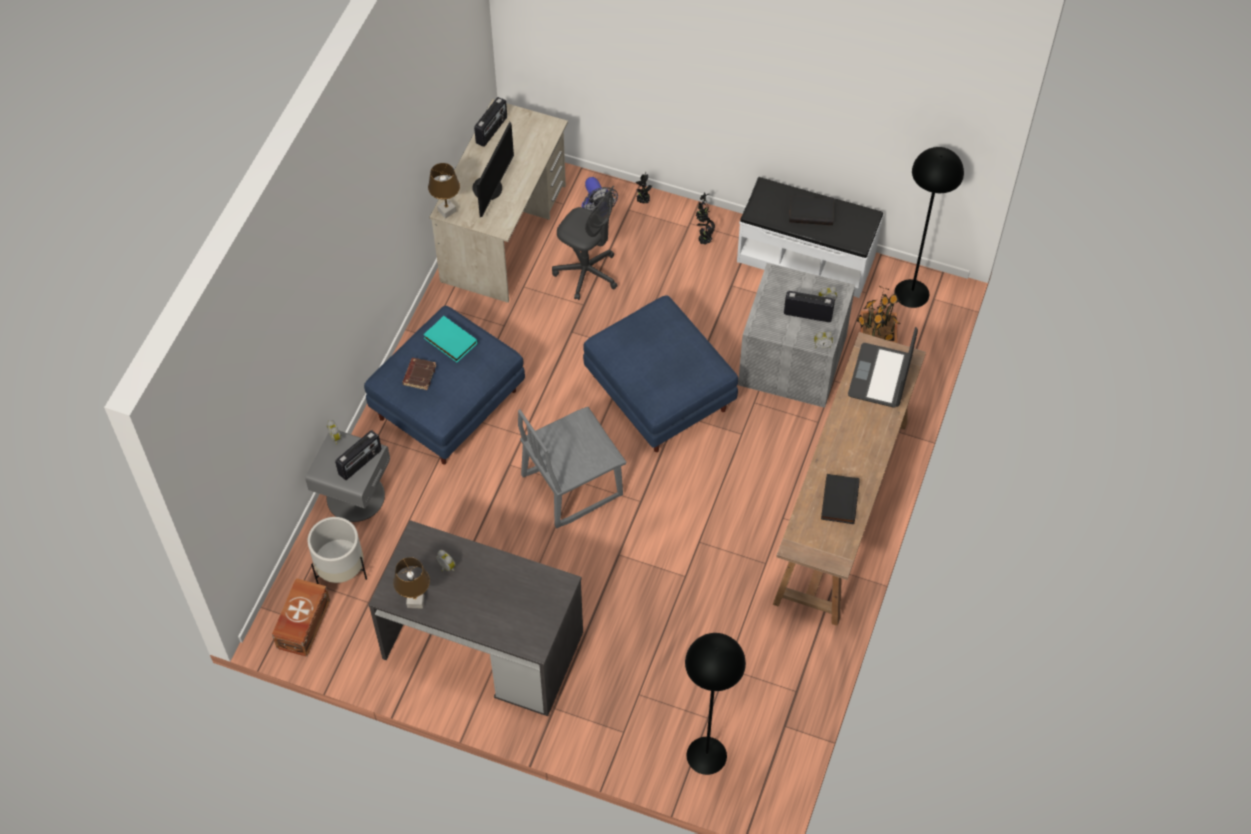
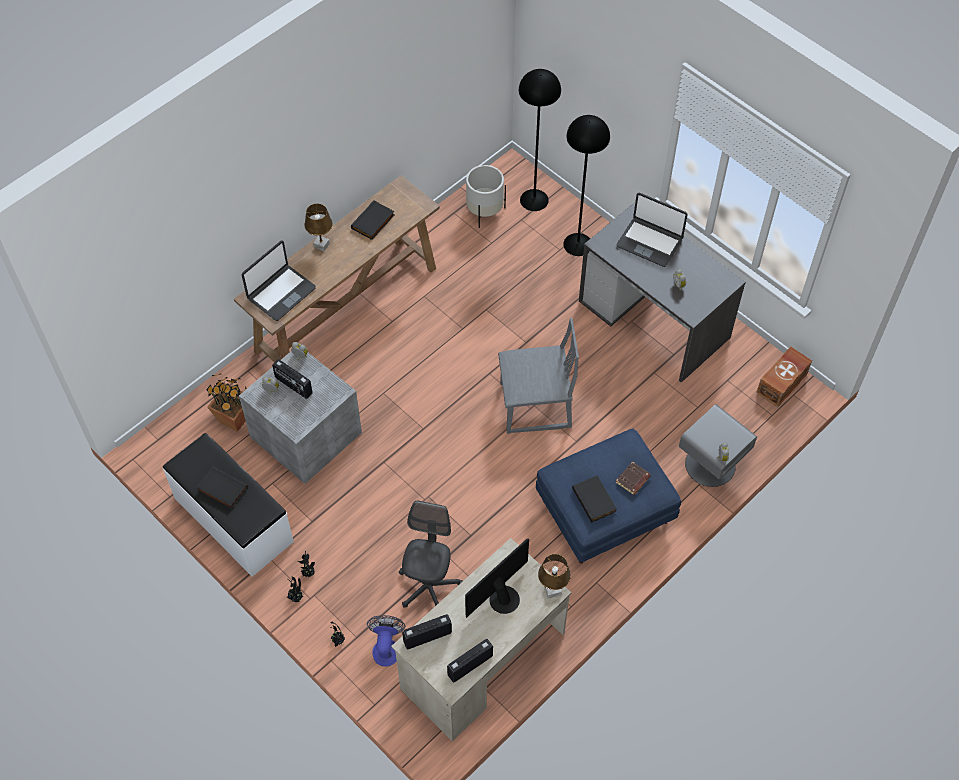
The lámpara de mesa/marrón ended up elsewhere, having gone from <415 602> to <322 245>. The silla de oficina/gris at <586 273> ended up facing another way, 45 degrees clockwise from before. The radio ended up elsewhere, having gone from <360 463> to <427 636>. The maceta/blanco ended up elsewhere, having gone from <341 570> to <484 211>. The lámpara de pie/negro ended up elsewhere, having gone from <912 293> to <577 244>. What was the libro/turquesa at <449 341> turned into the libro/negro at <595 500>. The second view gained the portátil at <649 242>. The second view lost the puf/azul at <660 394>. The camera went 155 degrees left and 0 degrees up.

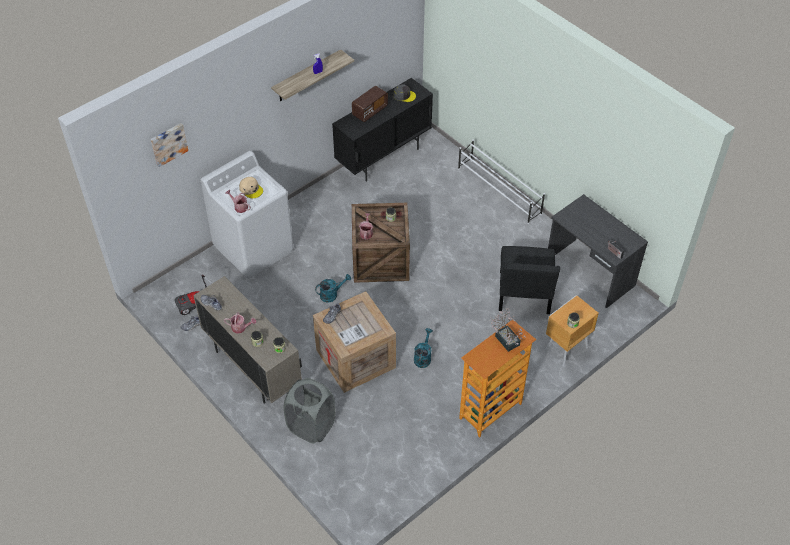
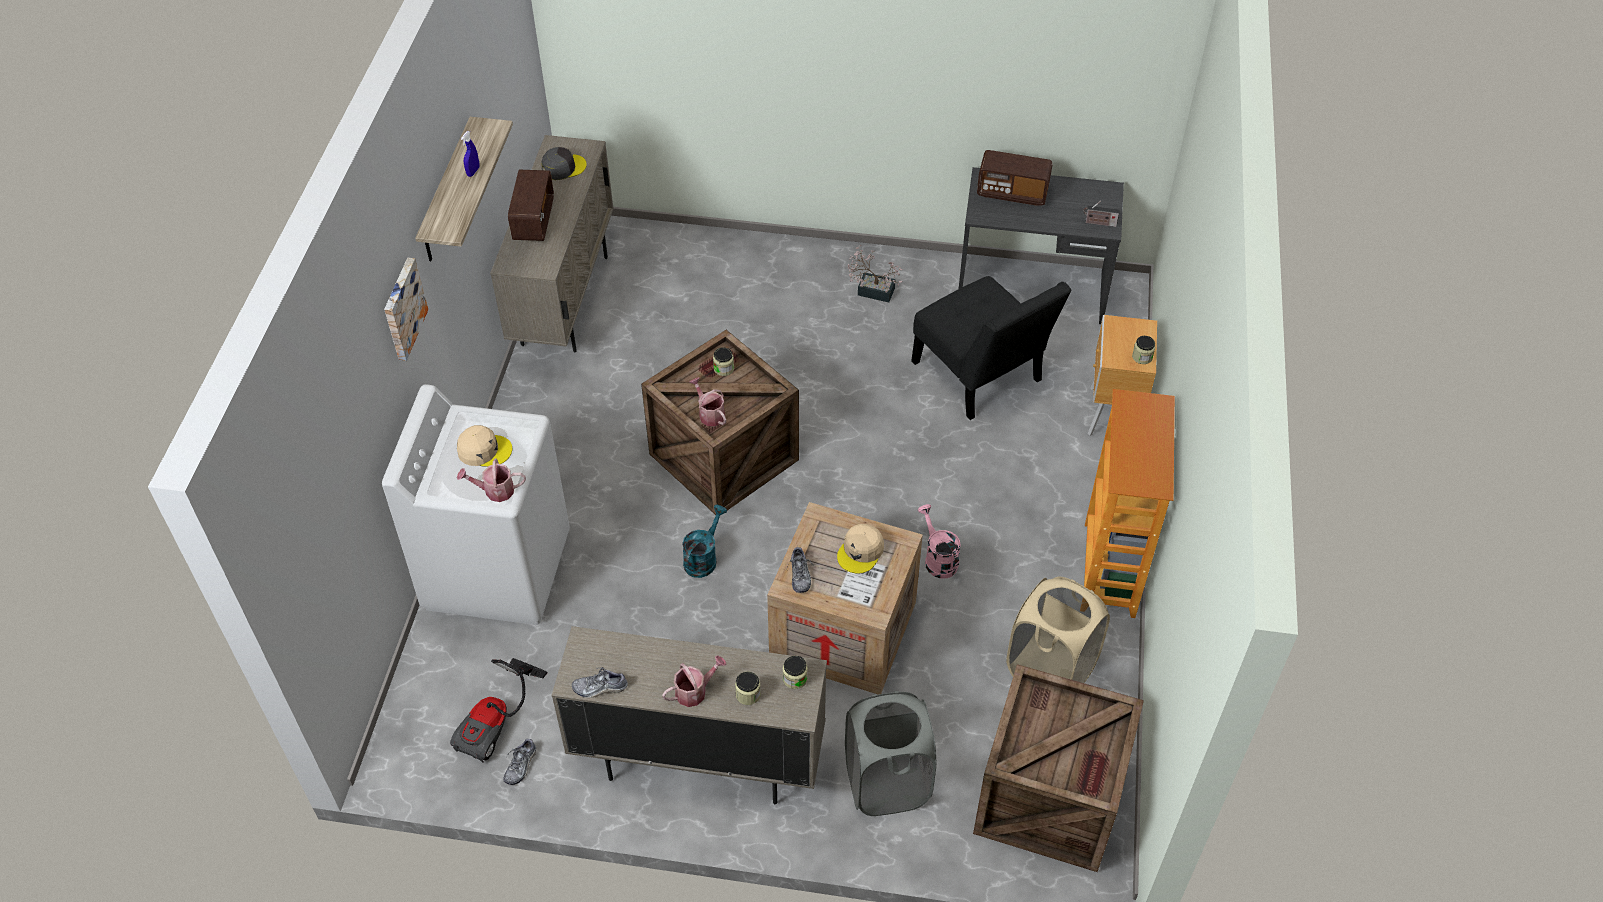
The cuadro ended up elsewhere, having gone from <168 144> to <402 308>. What was the armario/negro at <383 157> turned into the armario/beis at <565 300>. The second view gained the gorra/beis at <861 552>. The planta en maceta ended up elsewhere, having gone from <505 338> to <872 290>. What was the regadera/turquesa at <423 357> turned into the regadera/rosa at <937 559>. The second view gained the caja de embalaje at <1051 800>. The second view gained the radio at <1012 192>. The second view gained the cesto de la ropa/beis at <1050 670>. The second view lost the zapatero/blanco at <499 191>. The camera went 40 degrees left and 0 degrees up.

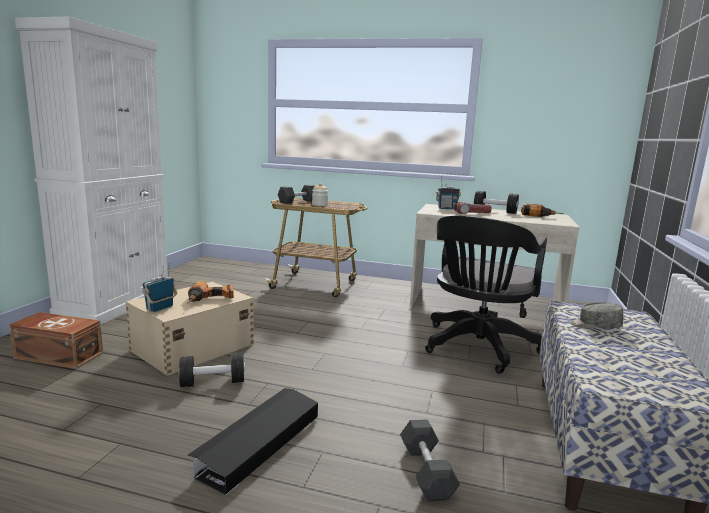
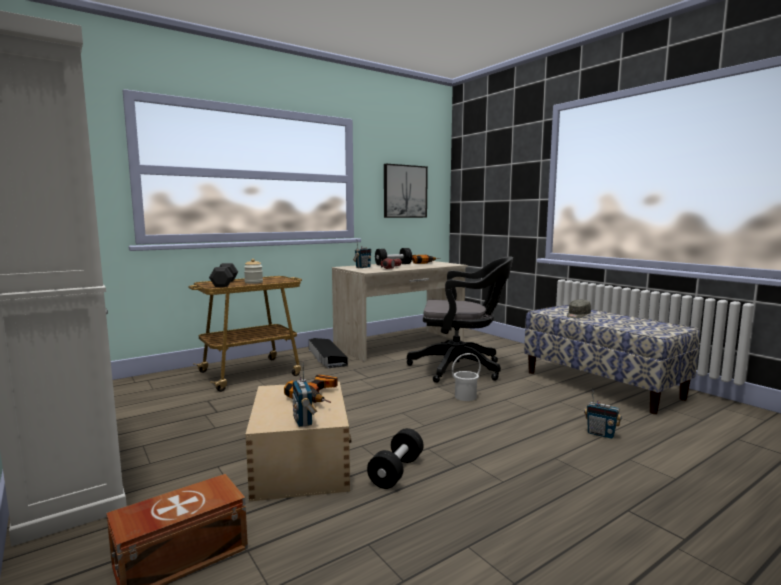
The caja de almacenaje/negro ended up elsewhere, having gone from <258 443> to <327 357>. The second view gained the cuadro at <405 191>. The silla de oficina/negro at <477 348> ended up facing another way, 60 degrees counterclockwise from before. The second view gained the cubo/blanco at <465 397>. Where the mancuerna/gris stood at <426 471>, the radio came to stand at <601 434>. The camera went 50 degrees left and 5 degrees down.

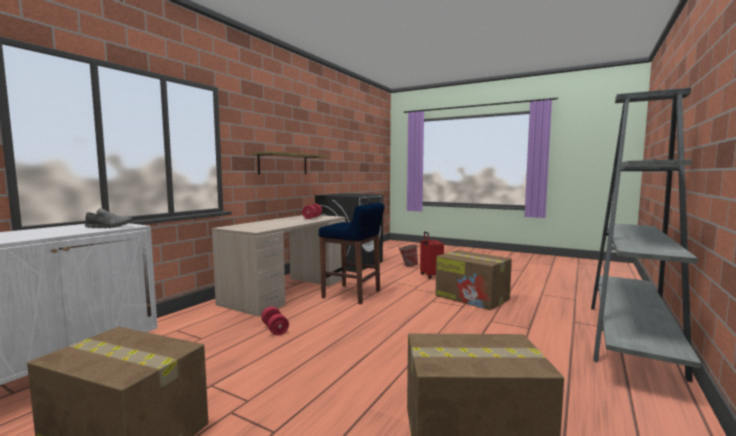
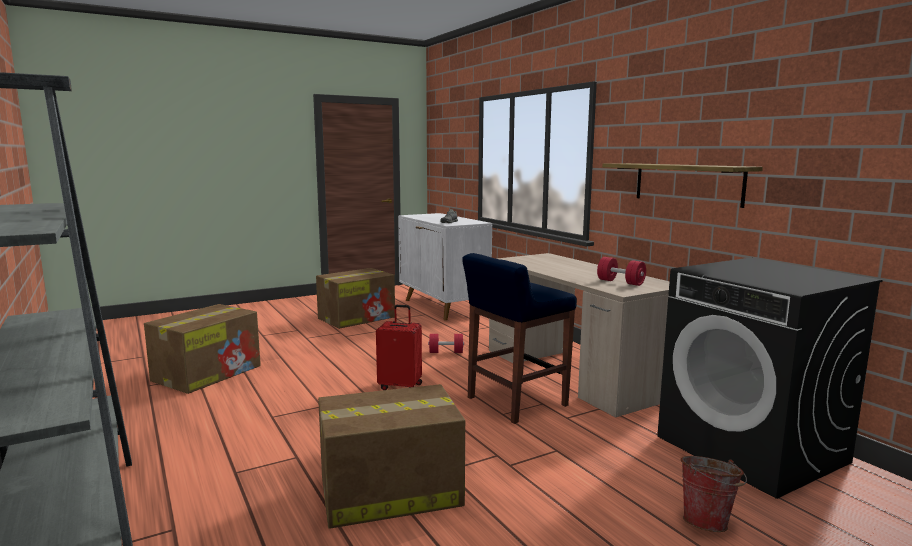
The maleta/rojo ended up elsewhere, having gone from <430 276> to <401 386>. The camera went 120 degrees right and 5 degrees up.

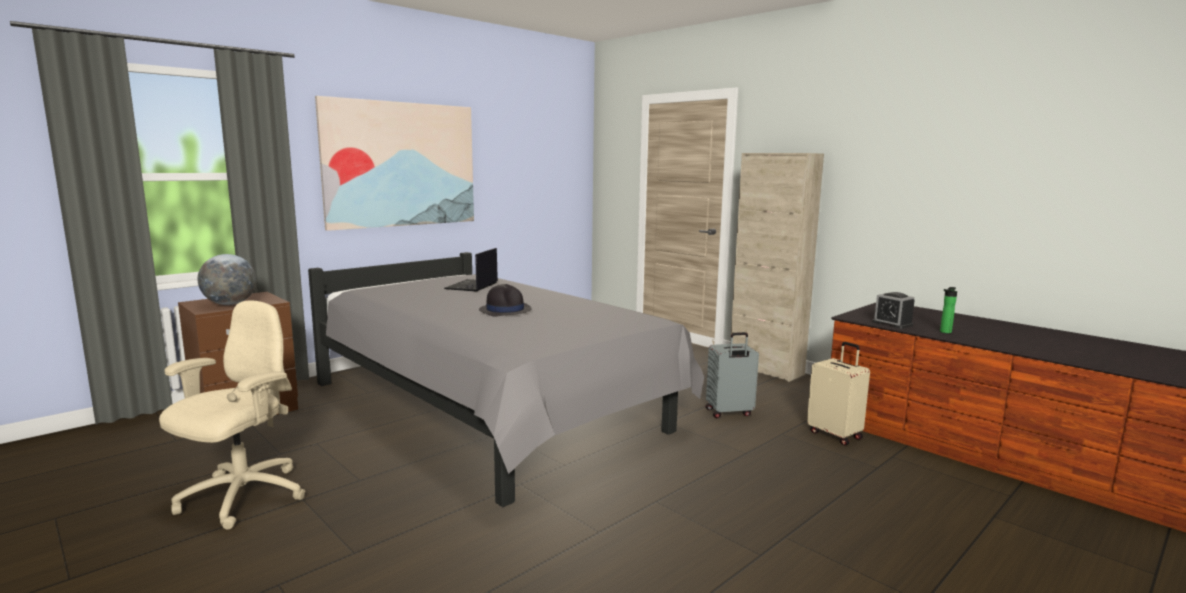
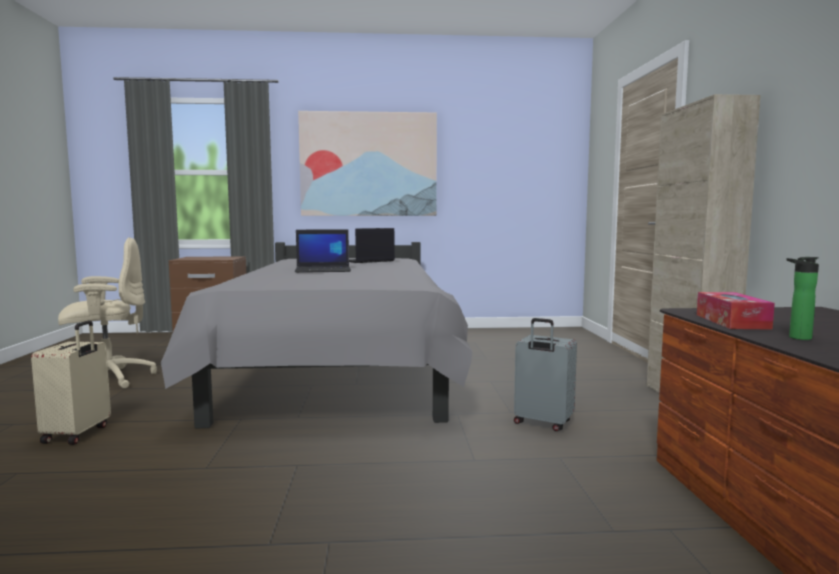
The maleta/beis ended up elsewhere, having gone from <835 434> to <78 434>. Where the sombrero/negro stood at <505 310>, the portátil came to stand at <324 270>. Where the despertador stood at <892 323>, the caja de pañuelos came to stand at <731 321>. The second view lost the globo terráqueo at <230 304>. The camera went 40 degrees right and 5 degrees down.

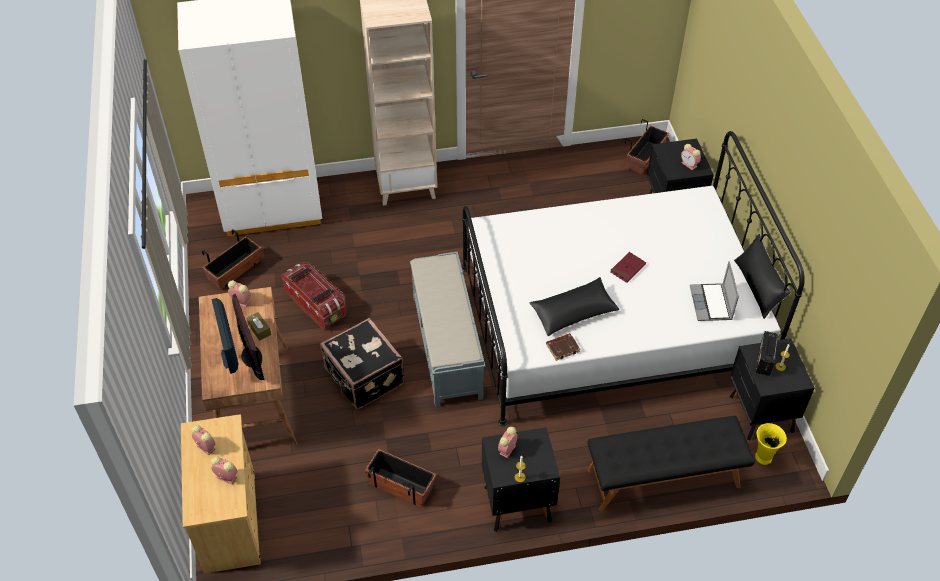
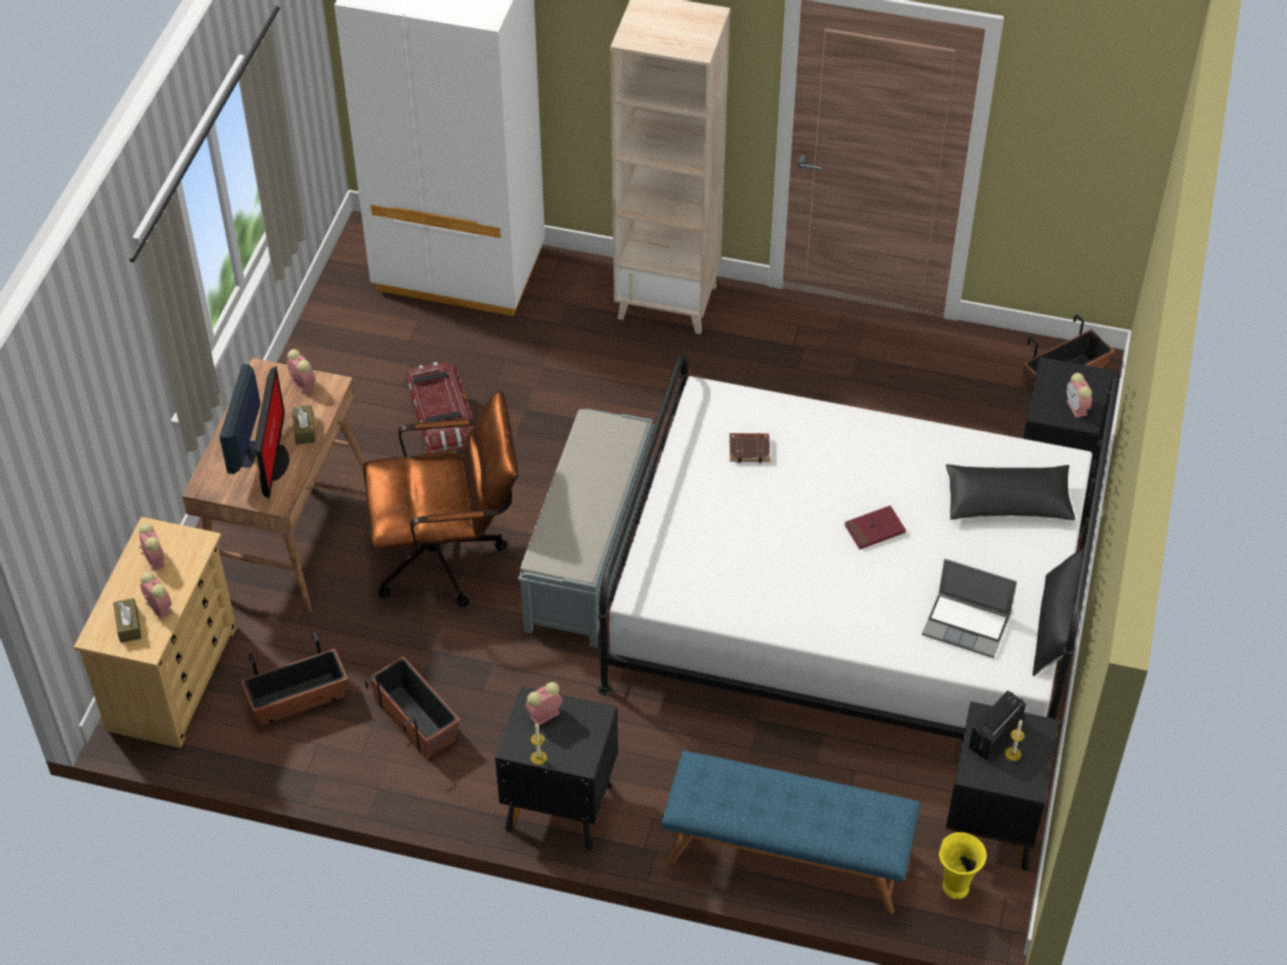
The second view gained the caja de pañuelos/marrón at <128 625>. The maceta ended up elsewhere, having gone from <234 271> to <298 700>. Where the maleta/negro stood at <363 378>, the silla de oficina/marrón came to stand at <448 556>. What was the banco/negro at <663 479> turned into the banco/azul at <786 857>. The libro/marrón ended up elsewhere, having gone from <562 348> to <749 449>. The portátil at <711 304> ended up facing another way, 90 degrees counterclockwise from before. The cojín/negro ended up elsewhere, having gone from <573 312> to <1008 502>. The camera went 25 degrees right and 0 degrees up.

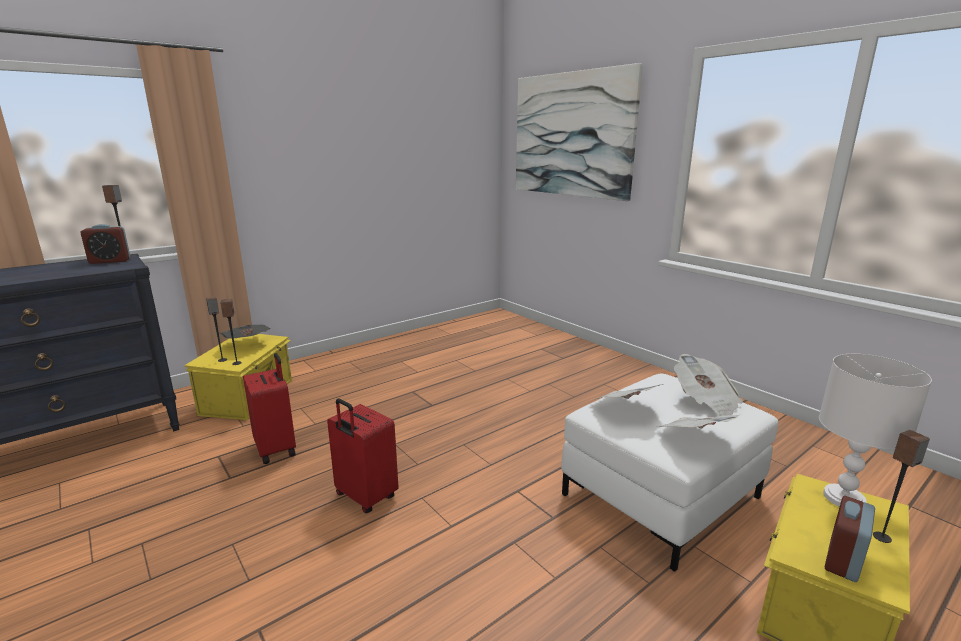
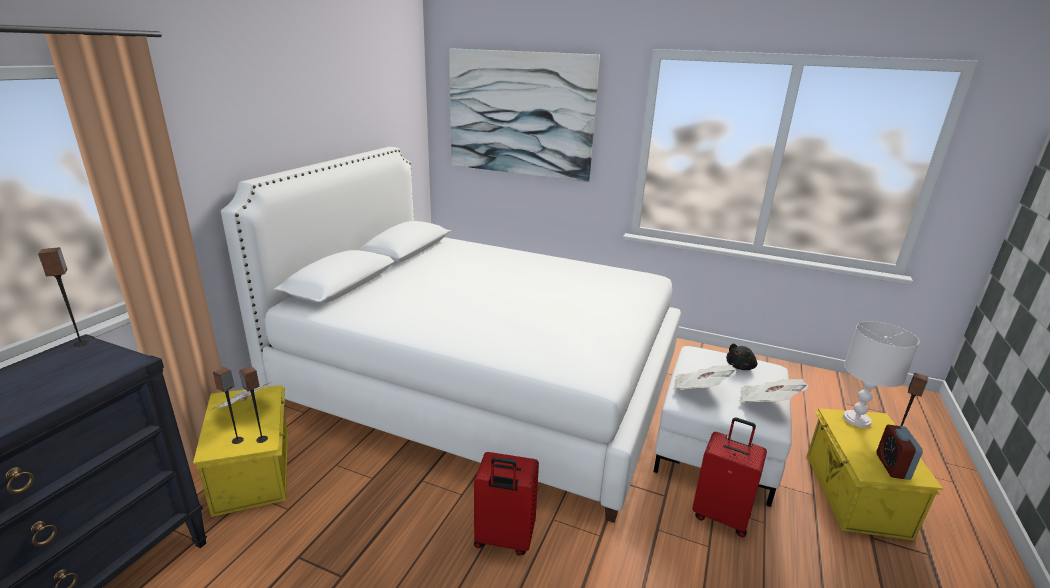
The second view gained the cama/blanco at <482 384>. The maleta/rojo ended up elsewhere, having gone from <277 449> to <721 515>. Where the periódico stood at <705 401>, the peluche/negro came to stand at <741 367>. The second view lost the despertador at <110 261>. The camera went 30 degrees left and 5 degrees up.

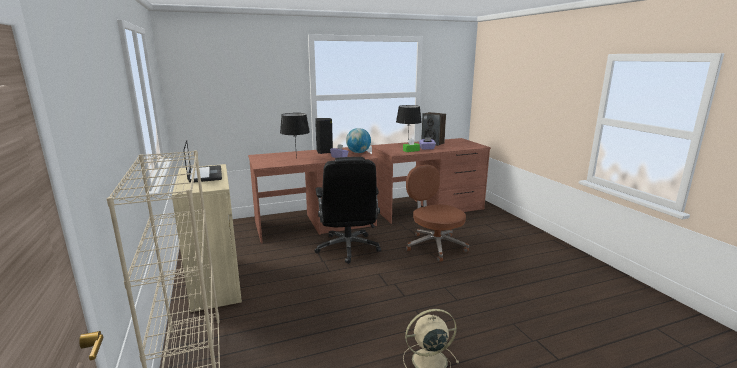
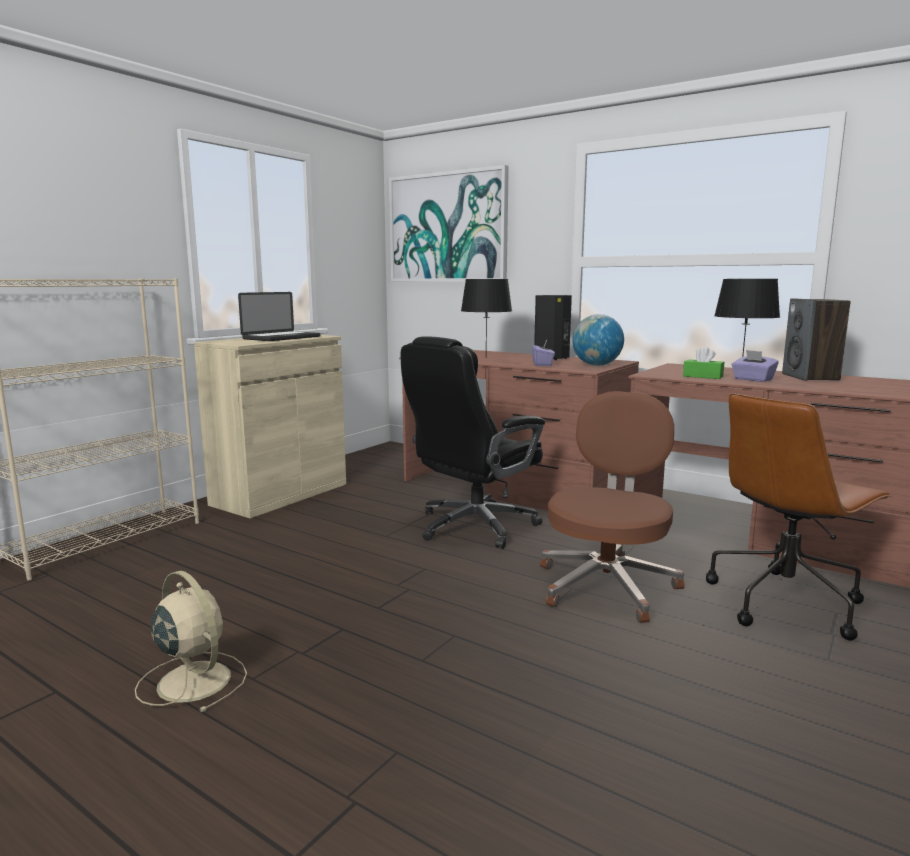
The second view gained the cuadro at <447 228>. The second view gained the silla de oficina/marrón at <784 602>. The camera went 55 degrees right and 5 degrees down.

